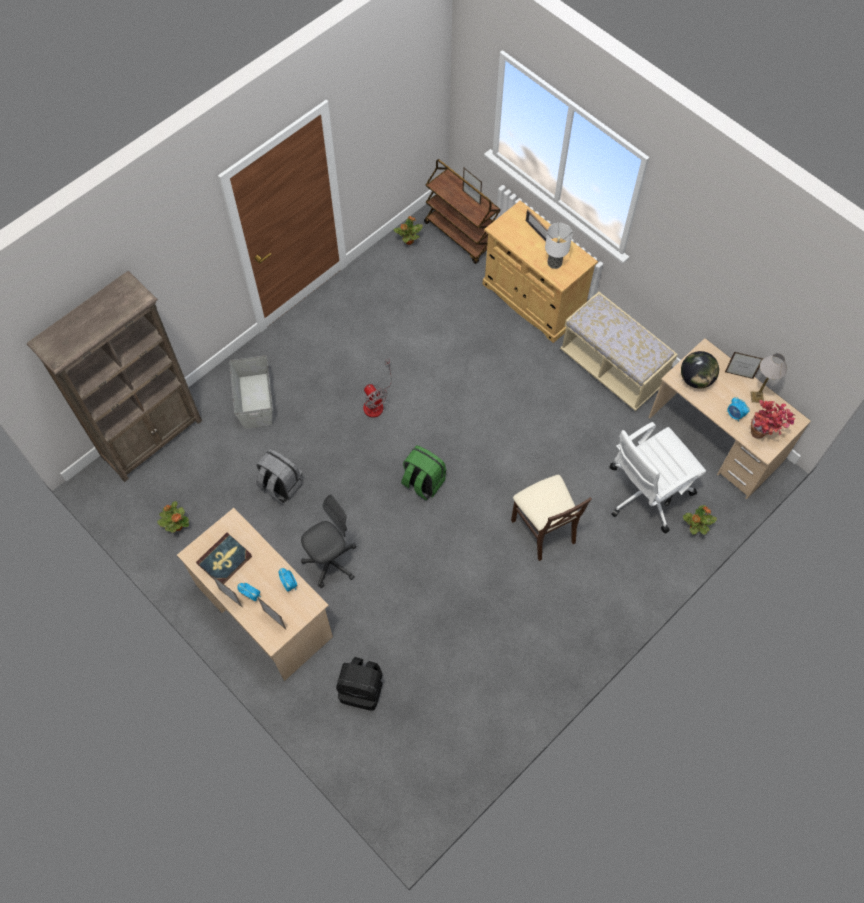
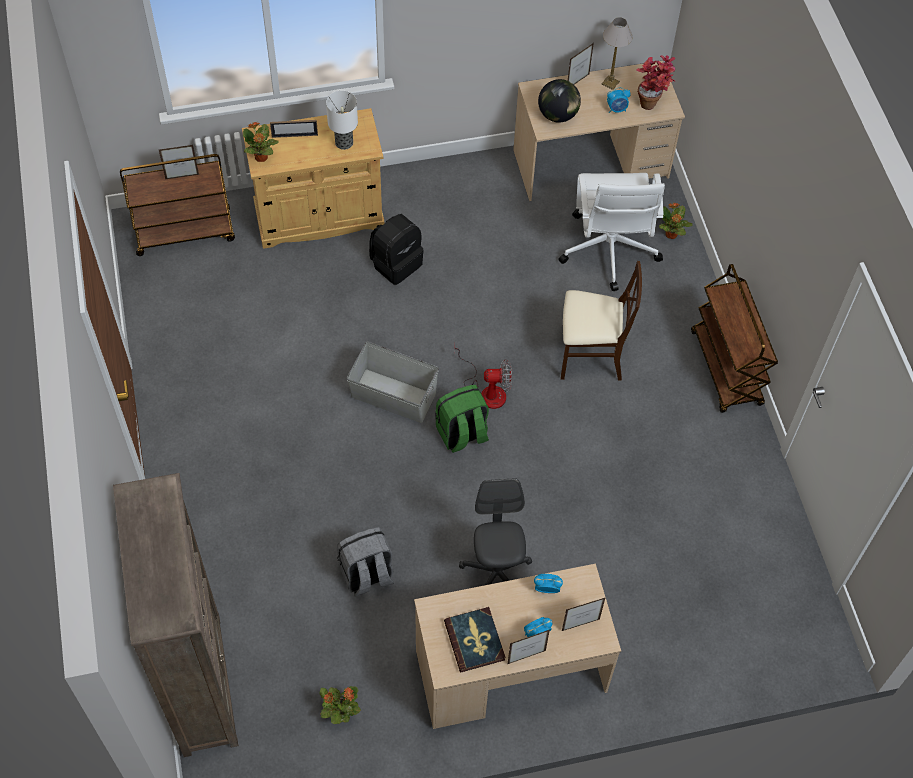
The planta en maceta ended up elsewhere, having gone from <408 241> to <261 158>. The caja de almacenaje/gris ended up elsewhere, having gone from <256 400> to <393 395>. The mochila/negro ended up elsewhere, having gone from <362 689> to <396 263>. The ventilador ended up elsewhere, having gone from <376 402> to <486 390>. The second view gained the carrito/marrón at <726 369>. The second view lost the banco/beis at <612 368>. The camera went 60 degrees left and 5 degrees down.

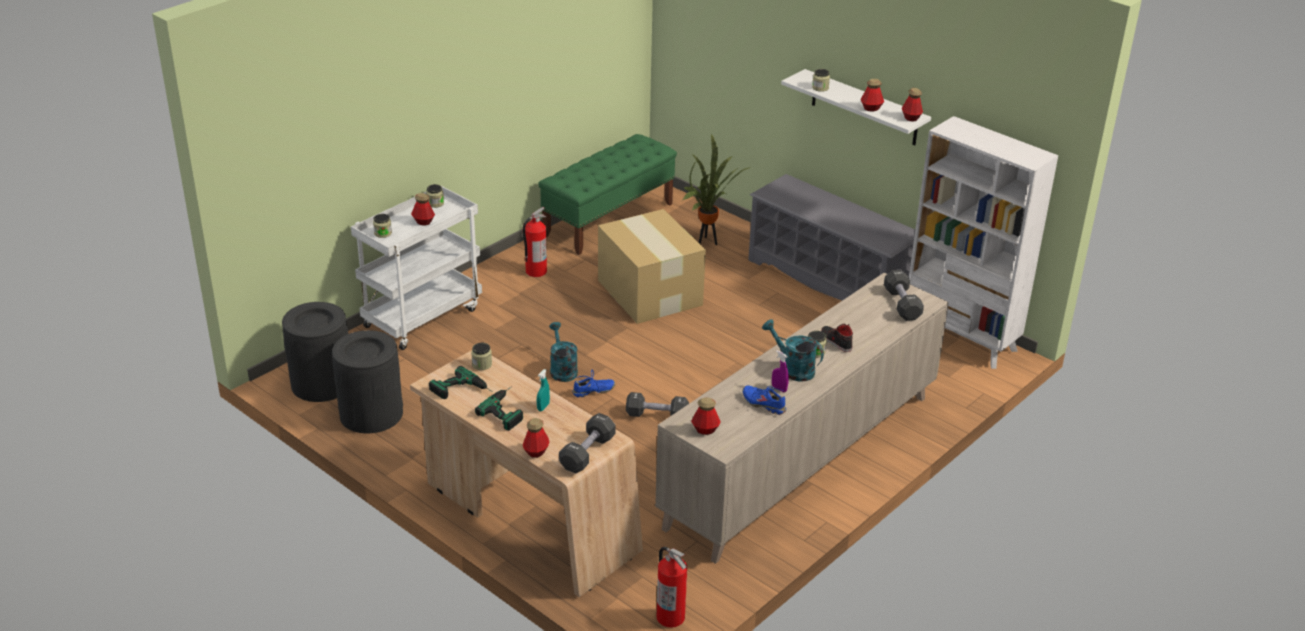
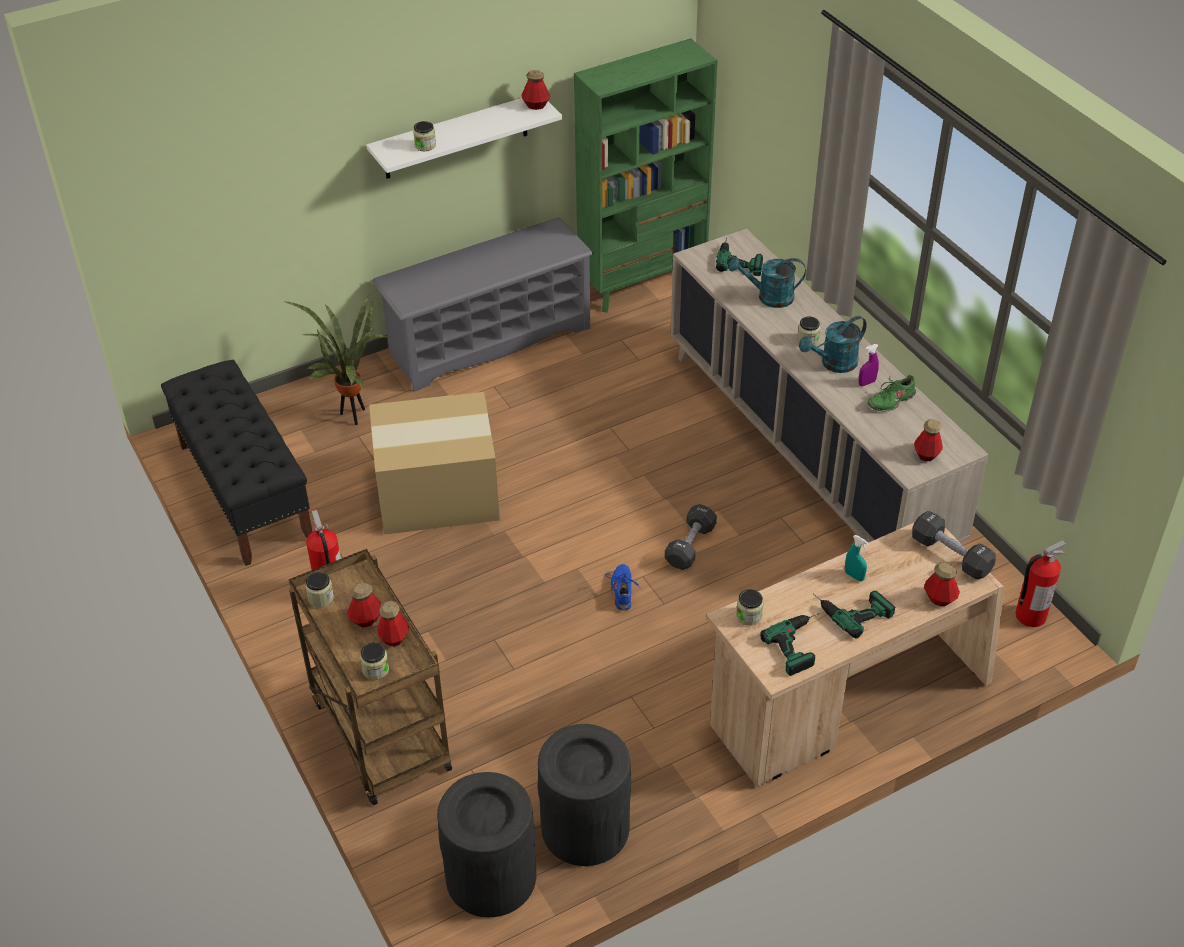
What was the banco/verde at <608 219> turned into the banco/negro at <244 491>. What was the carrito/blanco at <422 316> turned into the carrito/marrón at <378 733>. The botella ended up elsewhere, having gone from <871 108> to <394 637>. What was the estantería/blanco at <960 338> turned into the estantería/verde at <643 281>. Where the mancuerna/negro stood at <902 304>, the taladro came to stand at <740 258>. The regadera/turquesa ended up elsewhere, having gone from <562 369> to <768 297>. What was the zapato/azul at <764 404> turned into the zapato/verde at <891 400>. The second view lost the zapato/negro at <835 341>. The camera went 70 degrees left and 10 degrees up.

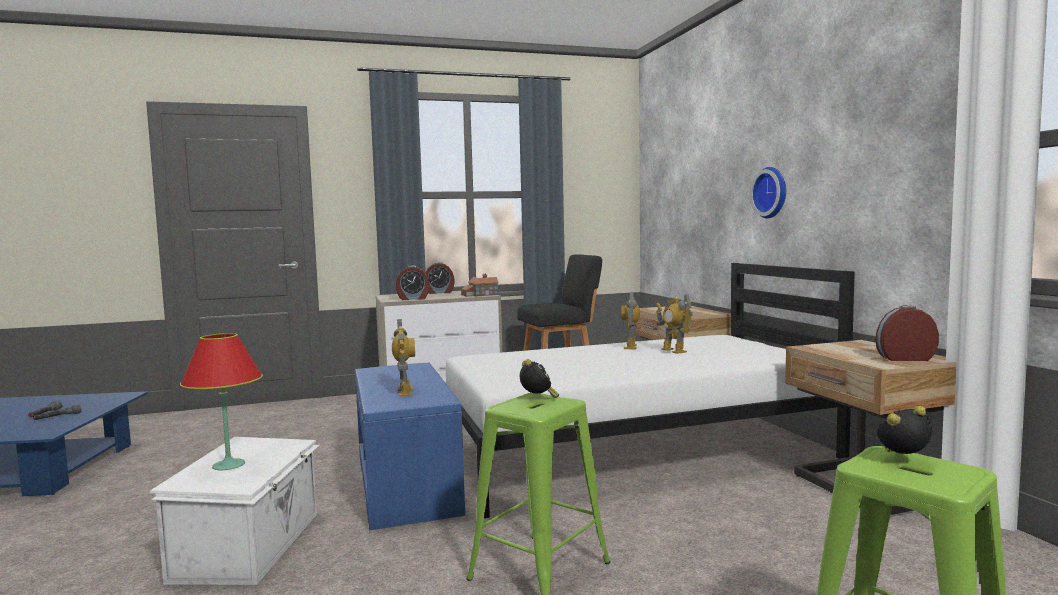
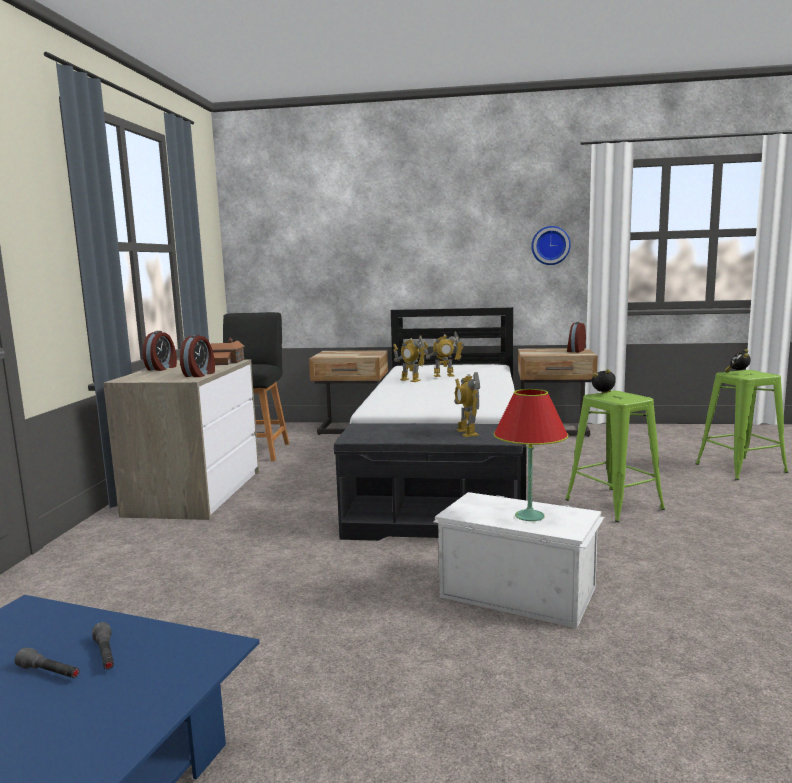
What was the banco/azul at <408 484> turned into the banco/gris at <433 525>. The robot de juguete at <405 392> ended up facing another way, 120 degrees counterclockwise from before. The reloj de pared ended up elsewhere, having gone from <772 192> to <550 245>. The camera went 65 degrees left and 5 degrees up.

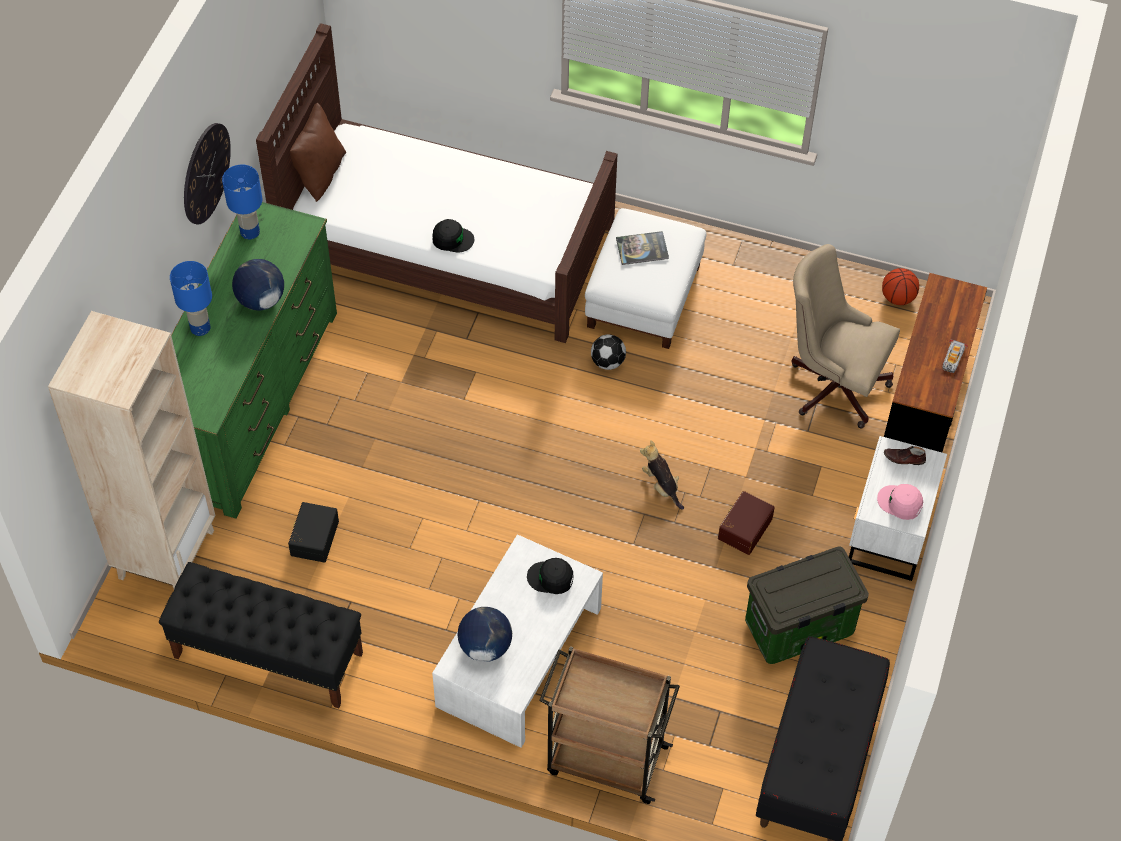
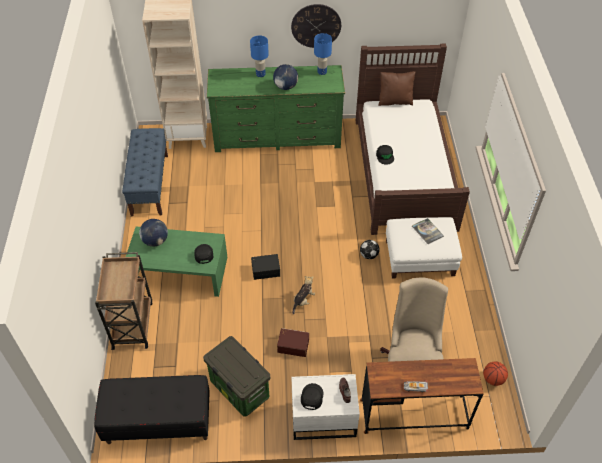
What was the banco/negro at <267 655> turned into the banco/azul at <150 184>. What was the mesa de centro/blanco at <520 657> turned into the mesa de centro/verde at <179 273>. The caja de almacenaje/negro ended up elsewhere, having gone from <313 538> to <265 269>. What was the gorra/rosa at <900 503> turned into the gorra/negro at <311 397>. The camera went 70 degrees right and 5 degrees down.

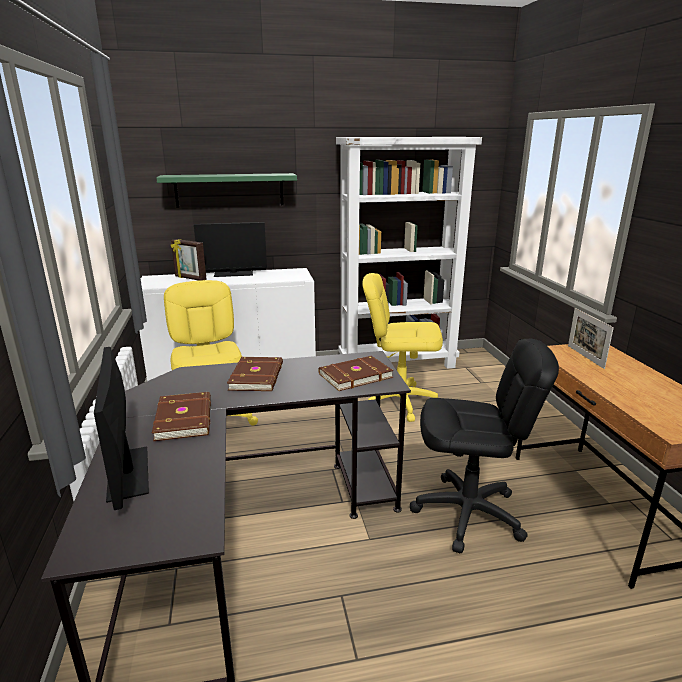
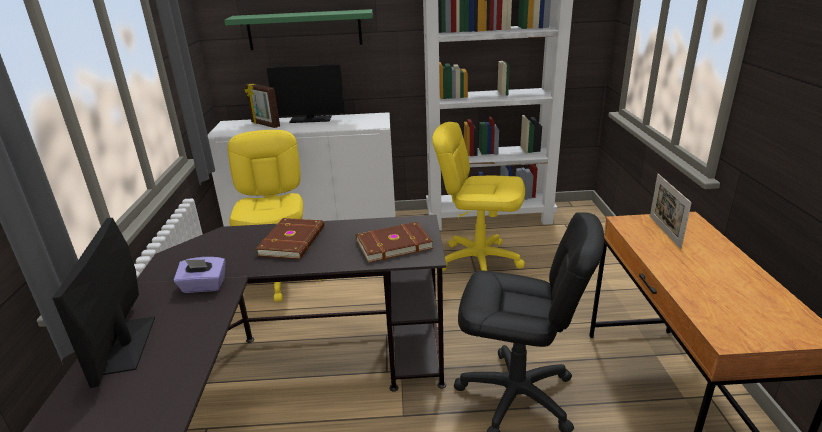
Where the libro/marrón stood at <185 418>, the caja de pañuelos/morado came to stand at <203 286>. The camera went 10 degrees right and 5 degrees up.

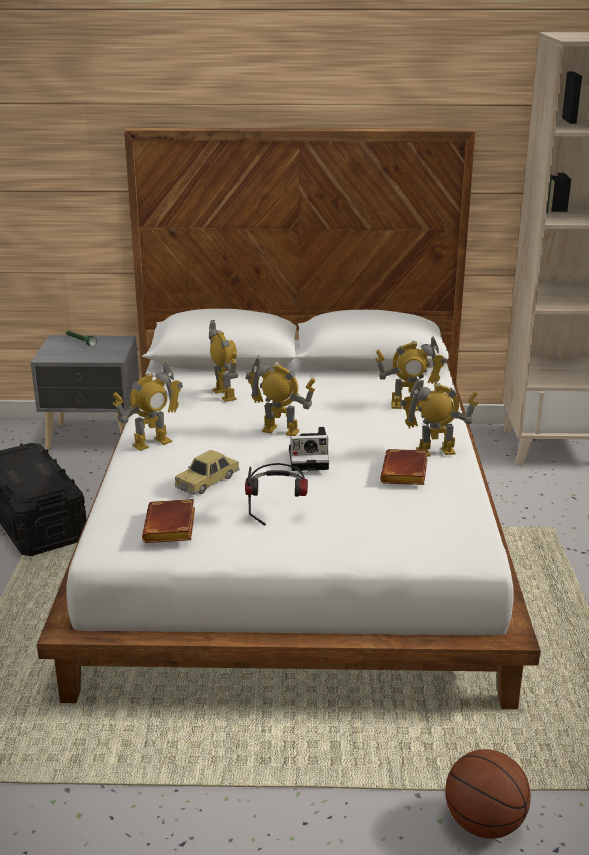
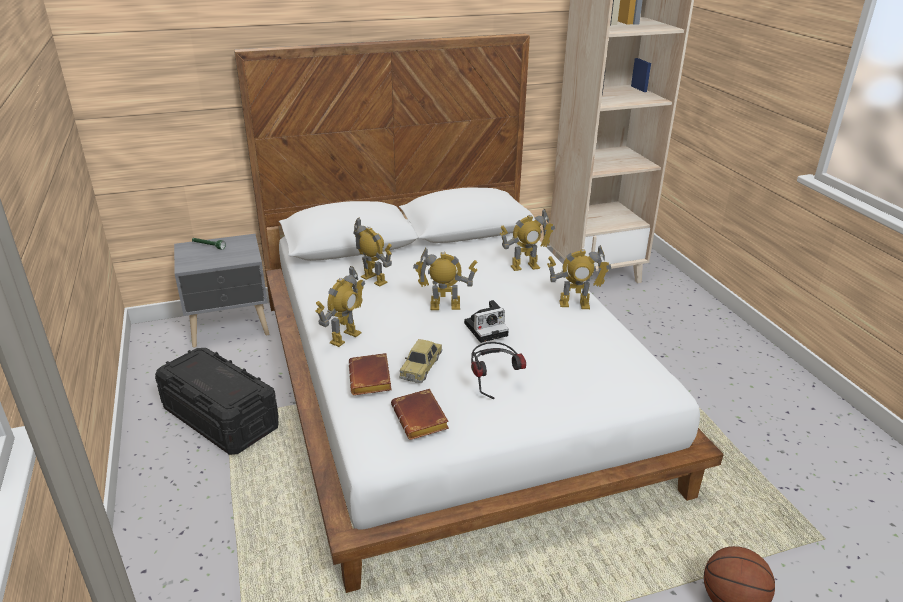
The libro/marrón ended up elsewhere, having gone from <406 473> to <372 379>. The robot de juguete at <435 452> ended up facing another way, 150 degrees counterclockwise from before. The camera went 20 degrees left and 5 degrees up.

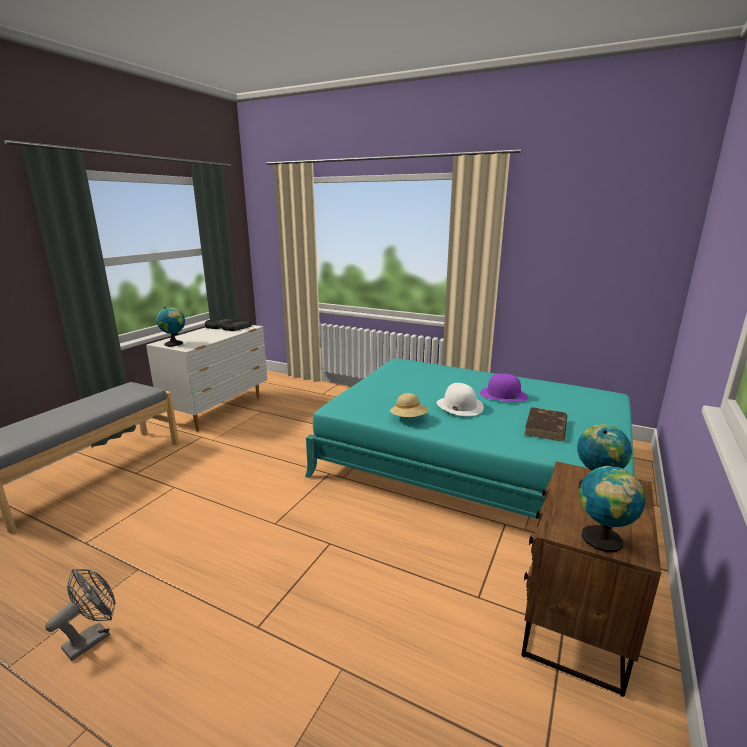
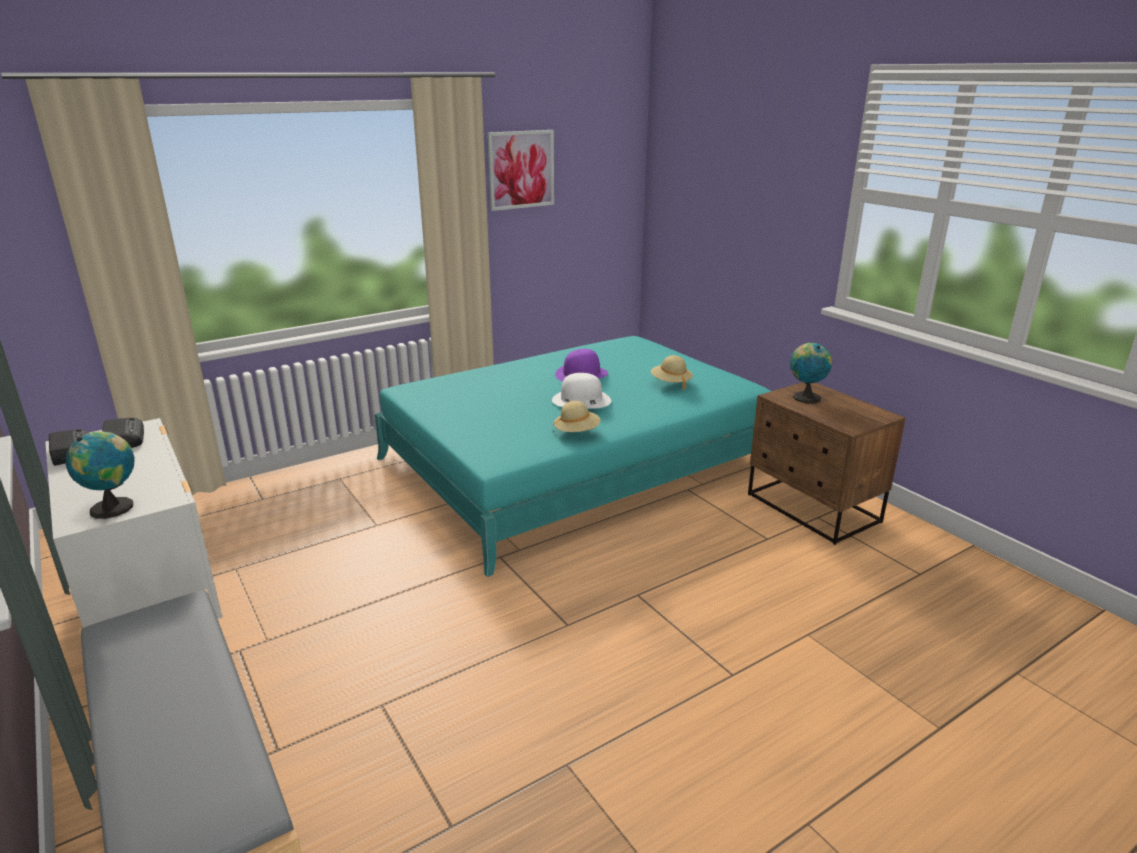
The second view gained the cuadro at <521 169>. Where the libro/marrón stood at <546 427>, the sombrero/beis came to stand at <671 383>. The second view lost the ventilador/gris at <93 637>. The second view lost the globo terráqueo at <603 541>. The camera went 60 degrees left and 5 degrees up.

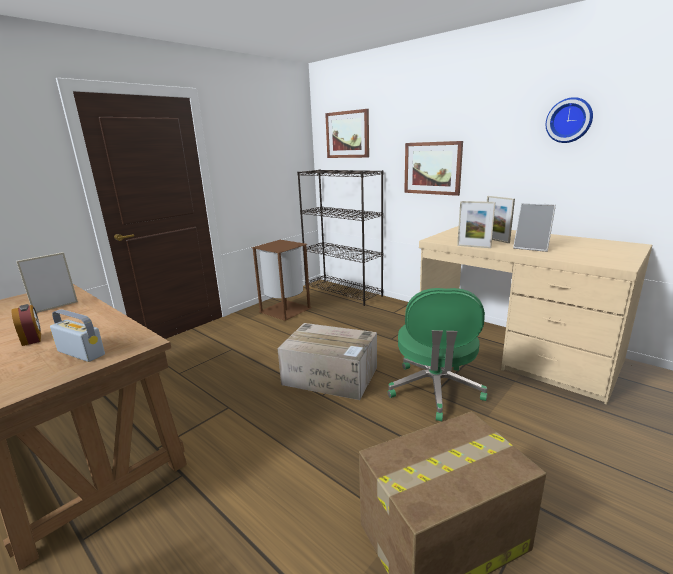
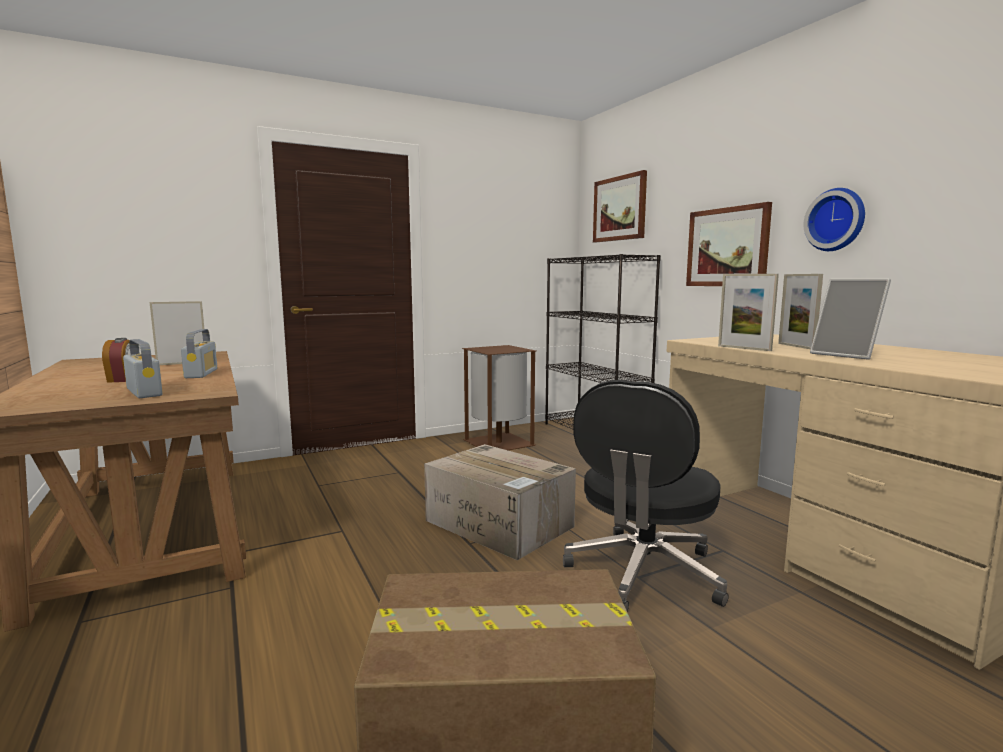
The second view gained the radio at <201 373>. What was the silla de oficina/verde at <435 391> turned into the silla de oficina/negro at <643 574>. The reloj de pared ended up elsewhere, having gone from <569 120> to <836 220>. The camera went 20 degrees right and 10 degrees down.

